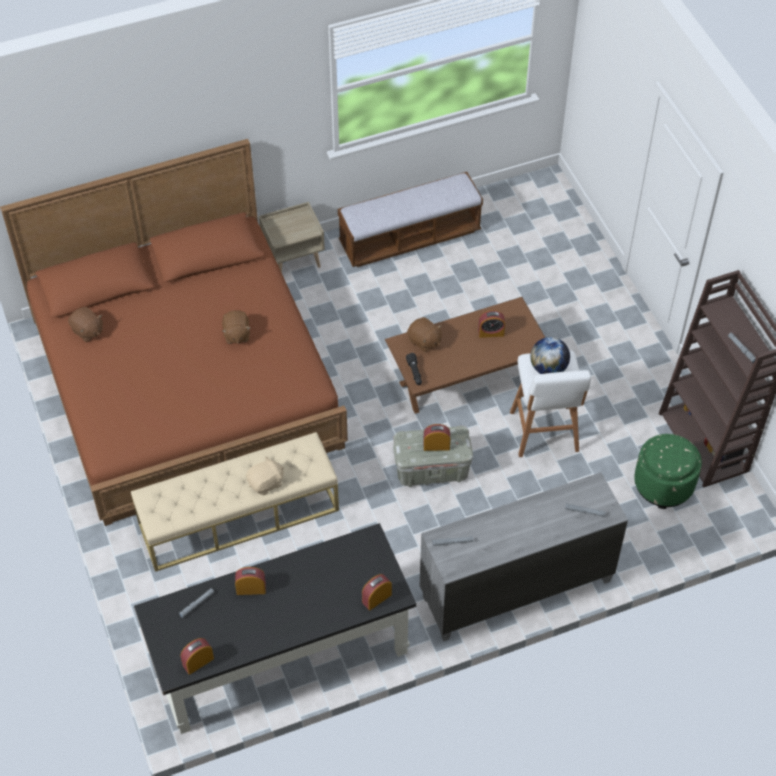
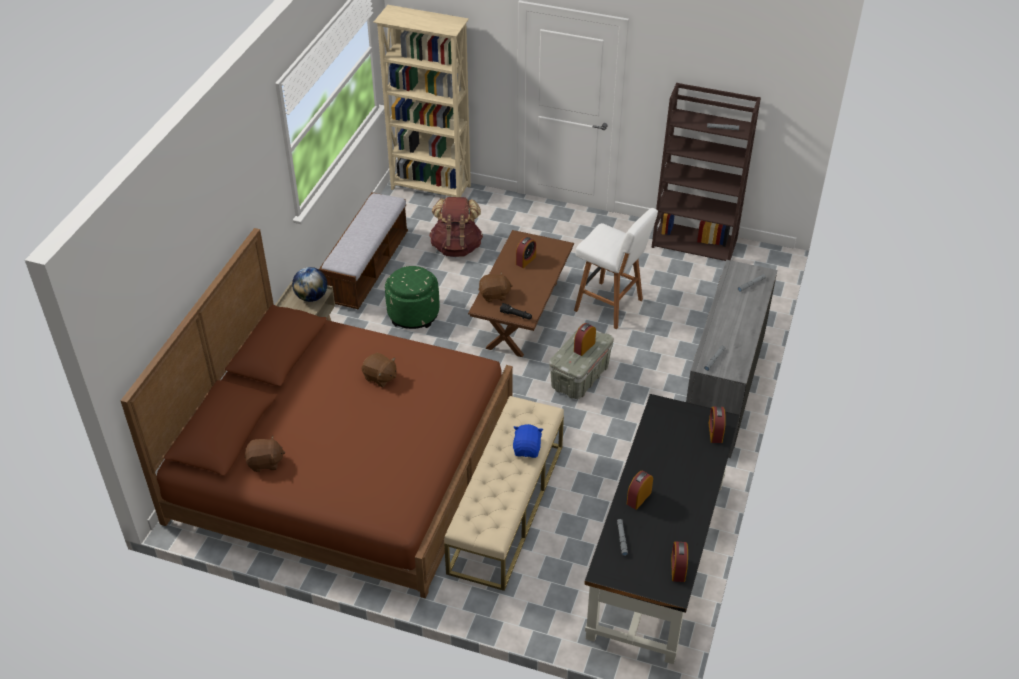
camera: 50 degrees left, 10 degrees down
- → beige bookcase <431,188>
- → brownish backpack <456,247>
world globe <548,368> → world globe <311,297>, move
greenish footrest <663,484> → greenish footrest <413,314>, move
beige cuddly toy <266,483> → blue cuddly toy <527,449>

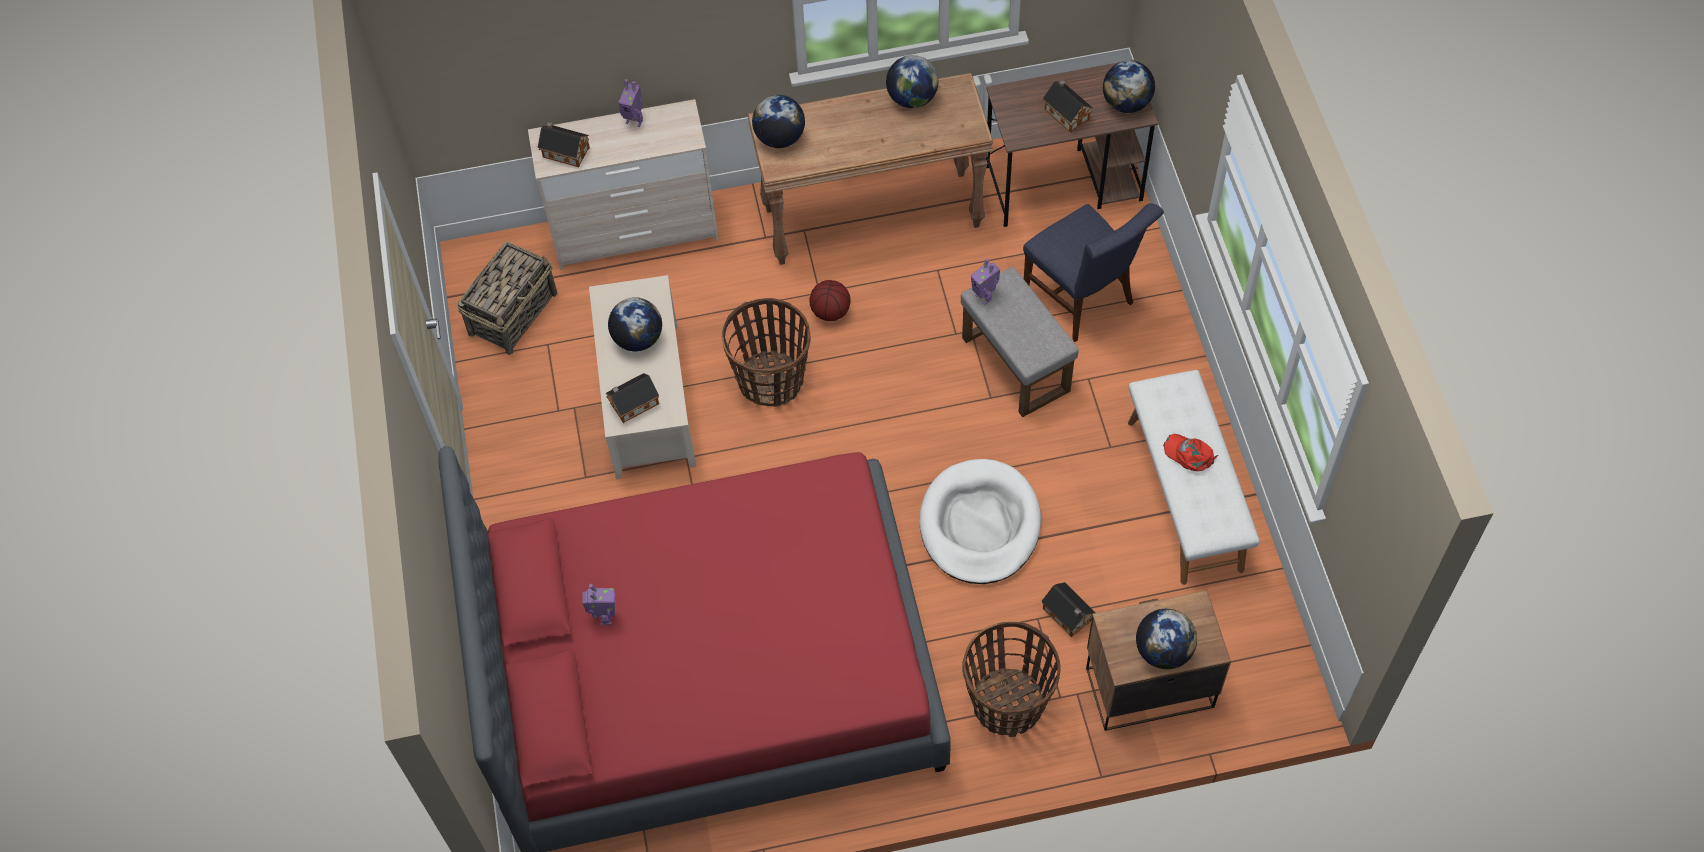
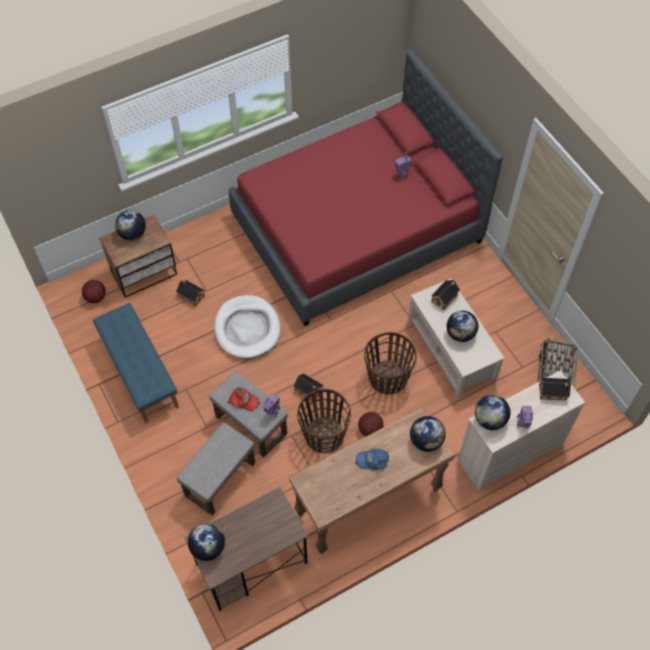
camera: 160 degrees right, 0 degrees up
- → ball for basketball <95,297>
- → blue peaked cap <372,460>
world globe <912,98> → world globe <490,420>, move
storage basket <1008,704> → storage basket <324,435>, move
model house <1065,113> → model house <309,391>, move
reddish peaked cap <1189,454> → reddish peaked cap <243,400>, move
blue plain chair <1083,301> → greyish footrest <220,478>
whitish long seat <1185,494> → blue long seat <139,373>

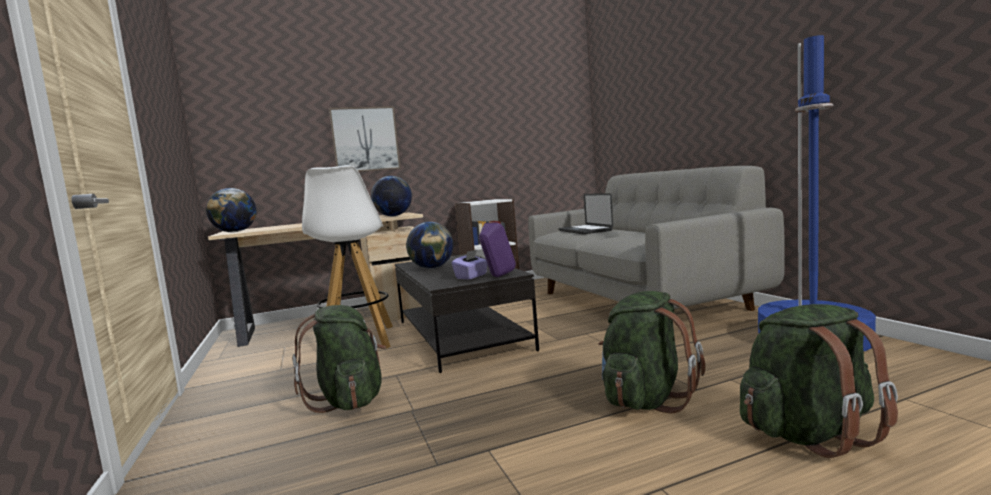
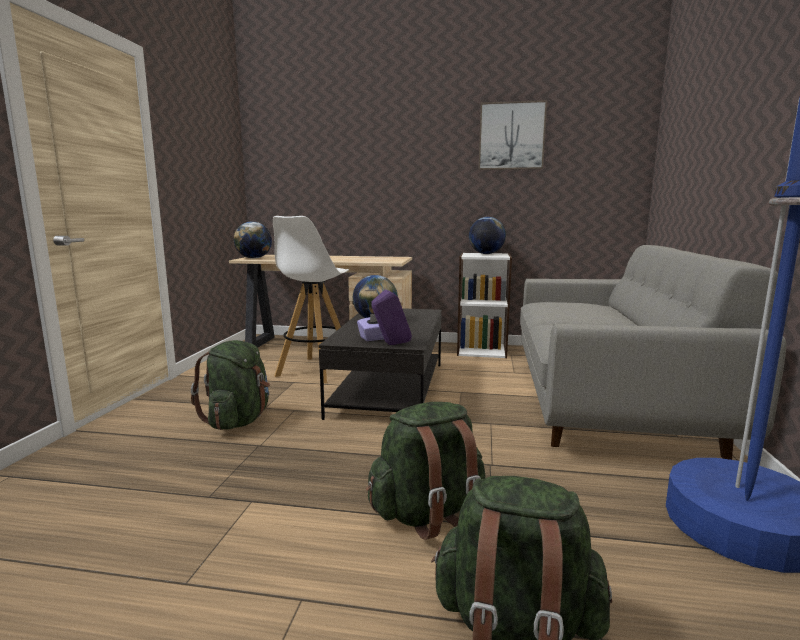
camera: 30 degrees right, 5 degrees up
laptop <584,230> → -
wall picture <365,139> → wall picture <511,136>, move
world globe <393,216> → world globe <486,254>, move

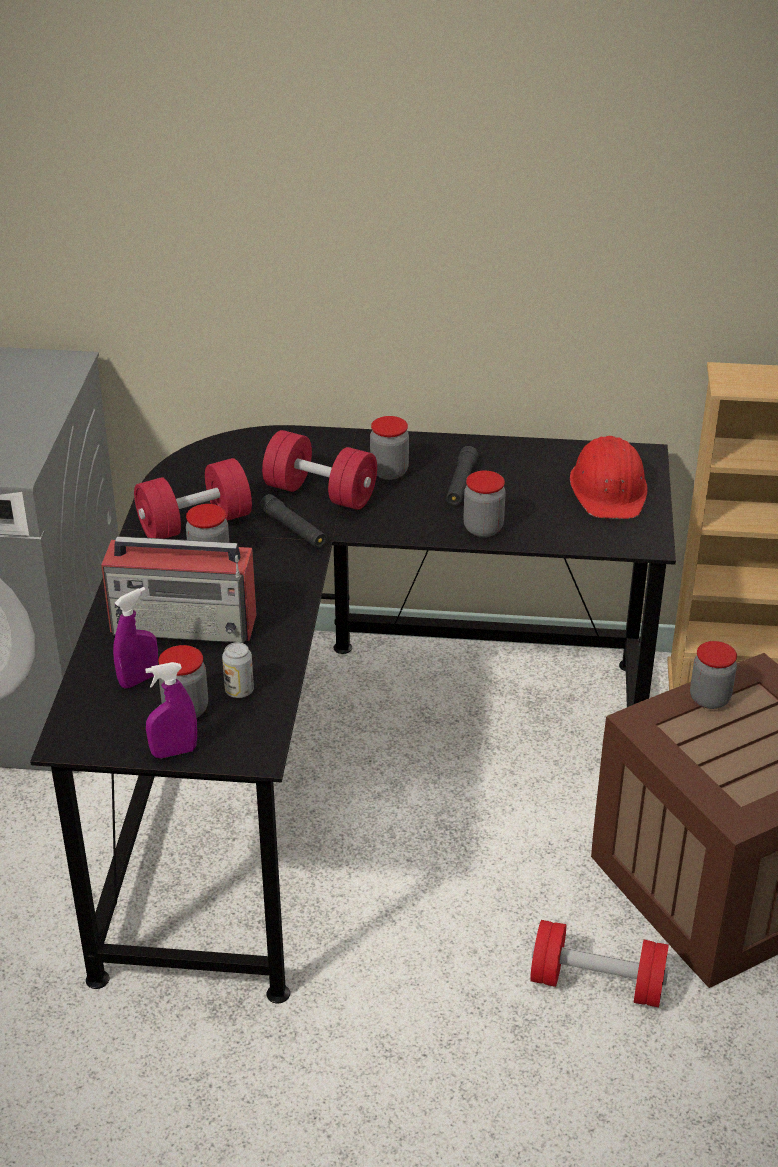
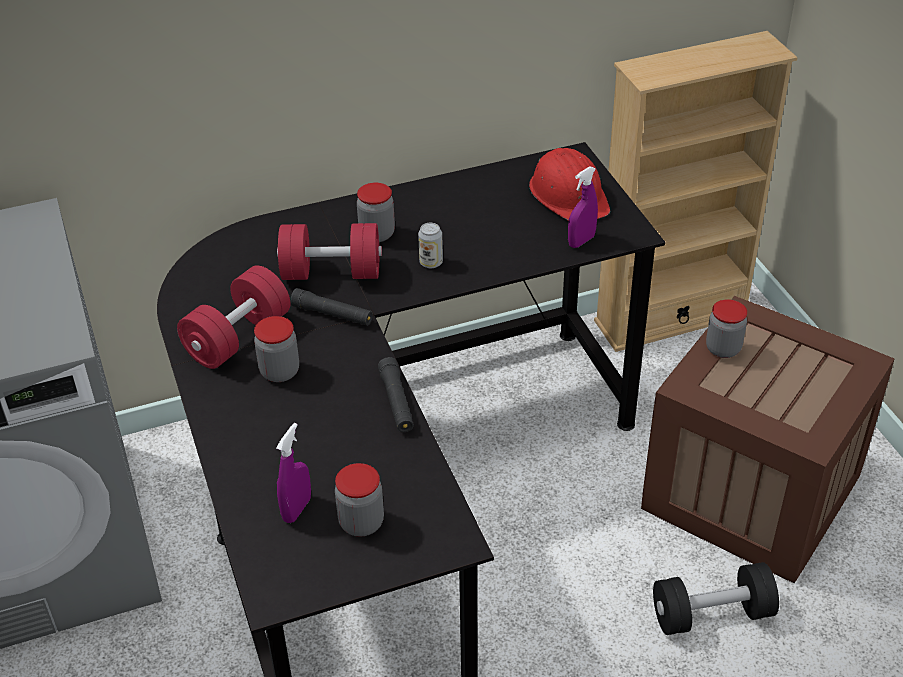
camera: 25 degrees left, 5 degrees up
radio receiver <185,624> → -
jar <483,528> → -
purple-coloured sprayer <174,752> → purple-coloured sprayer <581,241>, move
metal can <239,691> → metal can <431,263>, move
blackish flashlight <461,484> → blackish flashlight <396,402>, move
reddish hand weight <597,983> → blackish hand weight <712,614>

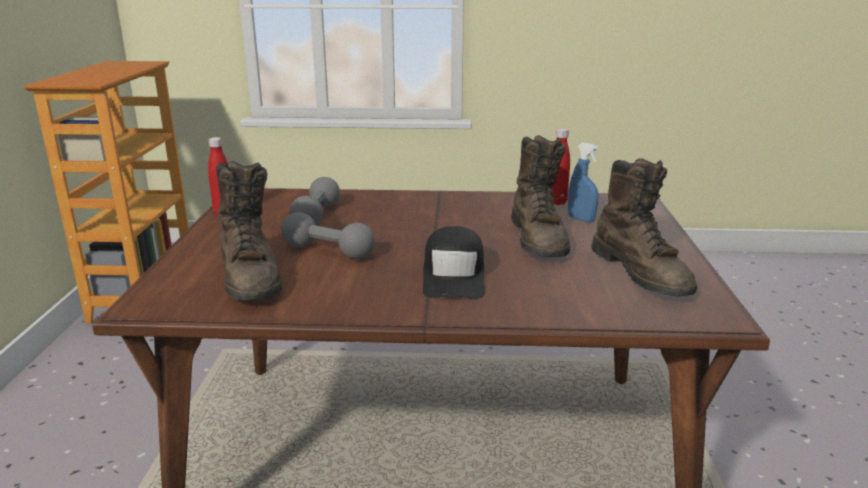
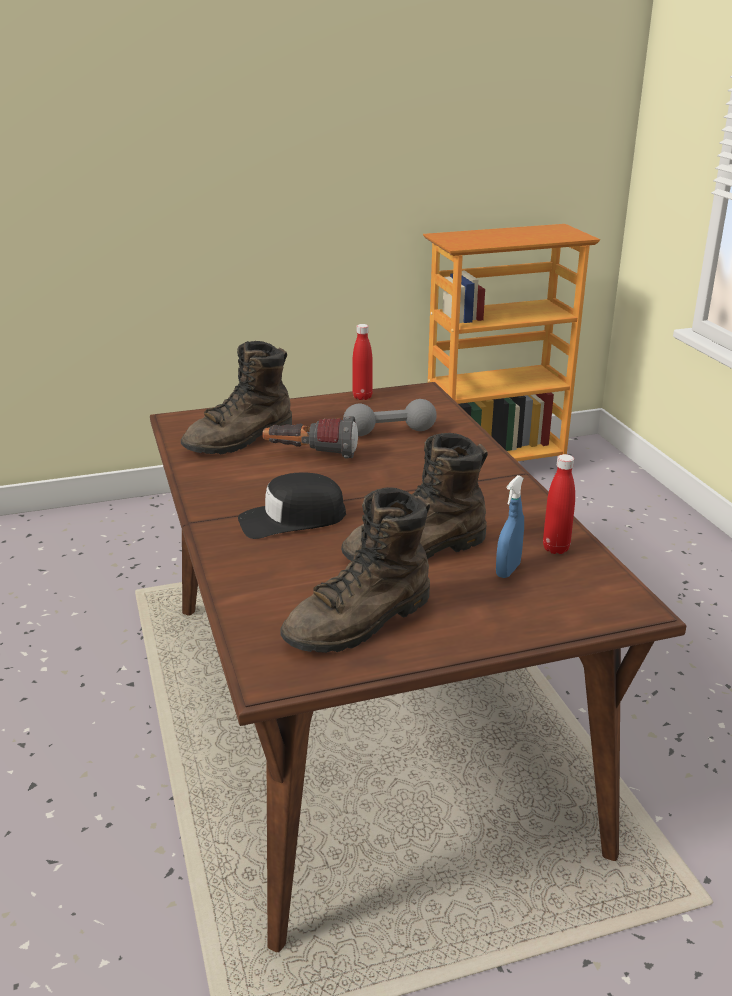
camera: 70 degrees right, 5 degrees up
greyish hand weight <328,251> → flashlight <310,455>

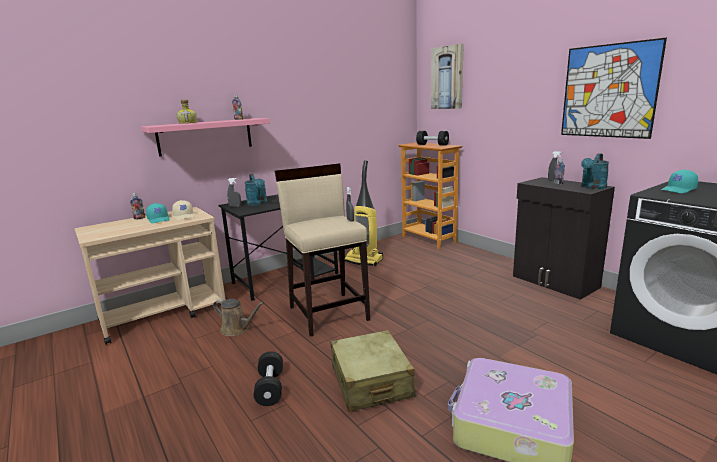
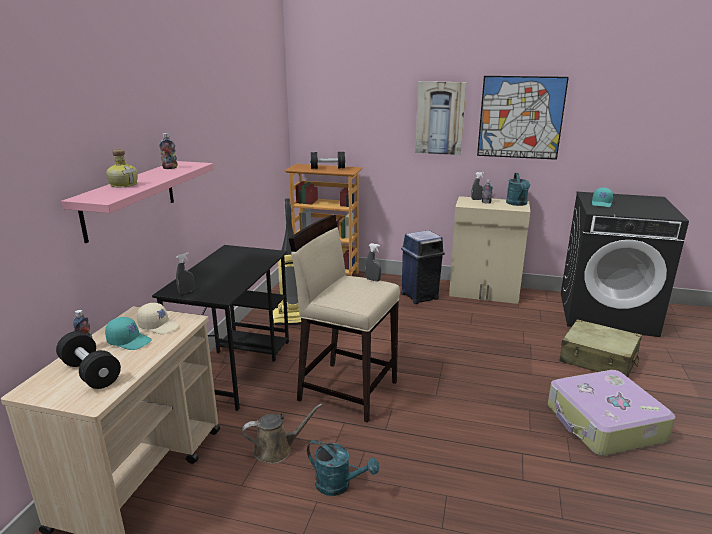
camera: 40 degrees left, 5 degrees up
- → blue waste bin <420,296>
turquoise-coloured watering pot <258,204> → turquoise-coloured watering pot <339,485>, move
blackish hand weight <270,388> → blackish hand weight <91,373>, move
beige piece of luggage <371,382> → beige piece of luggage <598,360>, move
wall picture <447,78> → wall picture <440,118>, move
blackish cabinet <554,282> → beige cabinet <484,293>

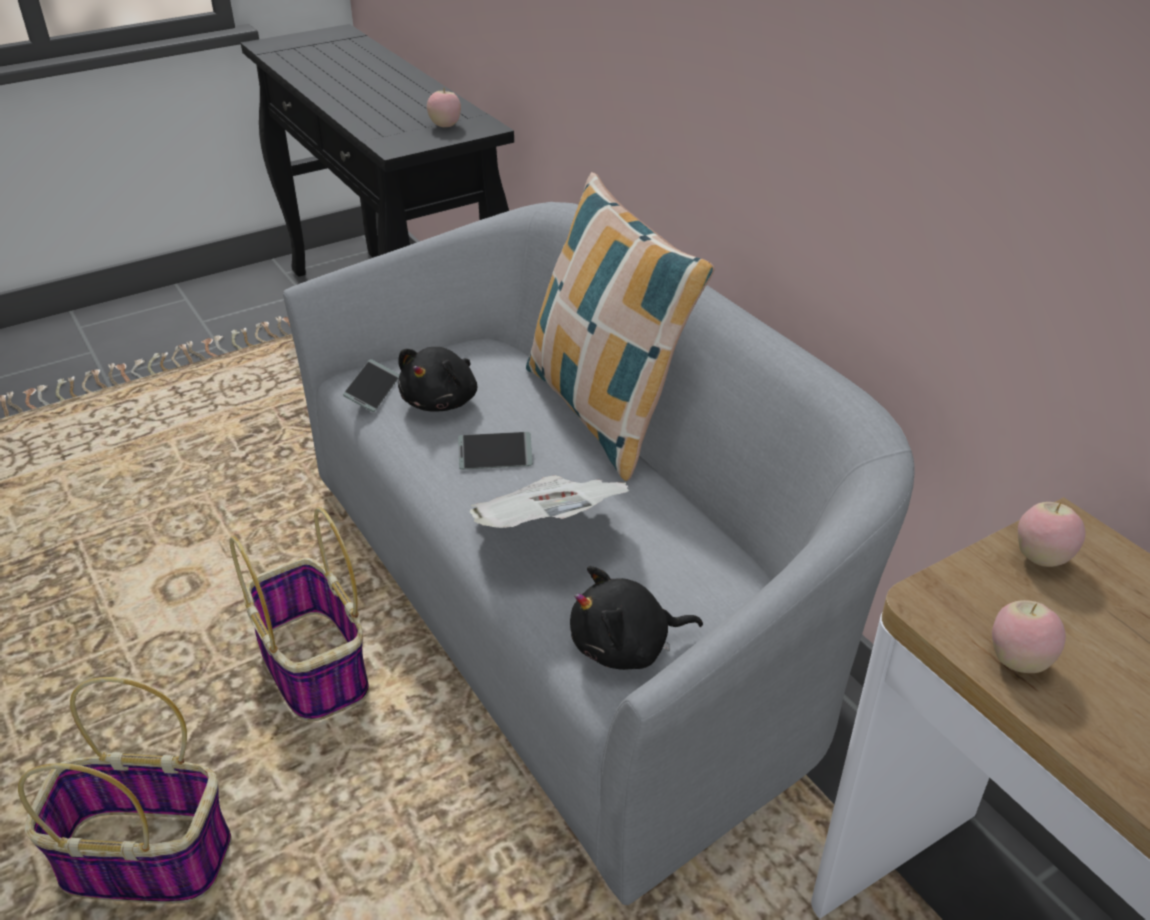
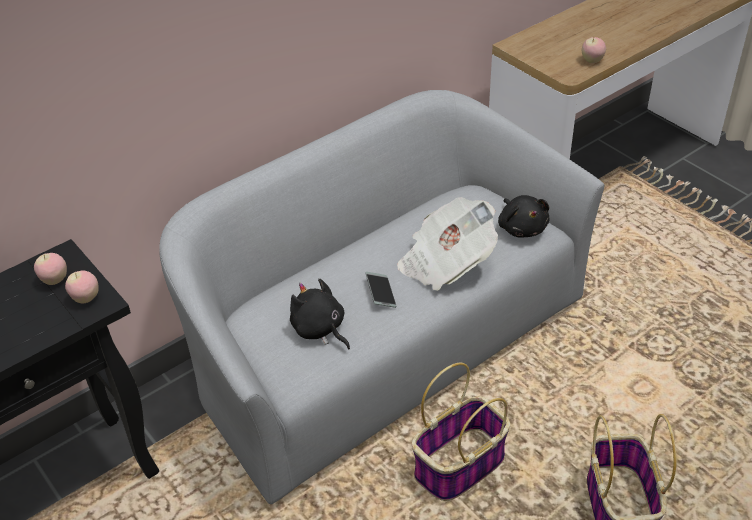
camera: 95 degrees left, 5 degrees up
phone <373,391> → -
throw pillow <604,413> → -
apple fruit <1041,559> → apple fruit <86,298>, move
blackish cuddly toy <442,401> → blackish cuddly toy <320,329>, 150 degrees counterclockwise

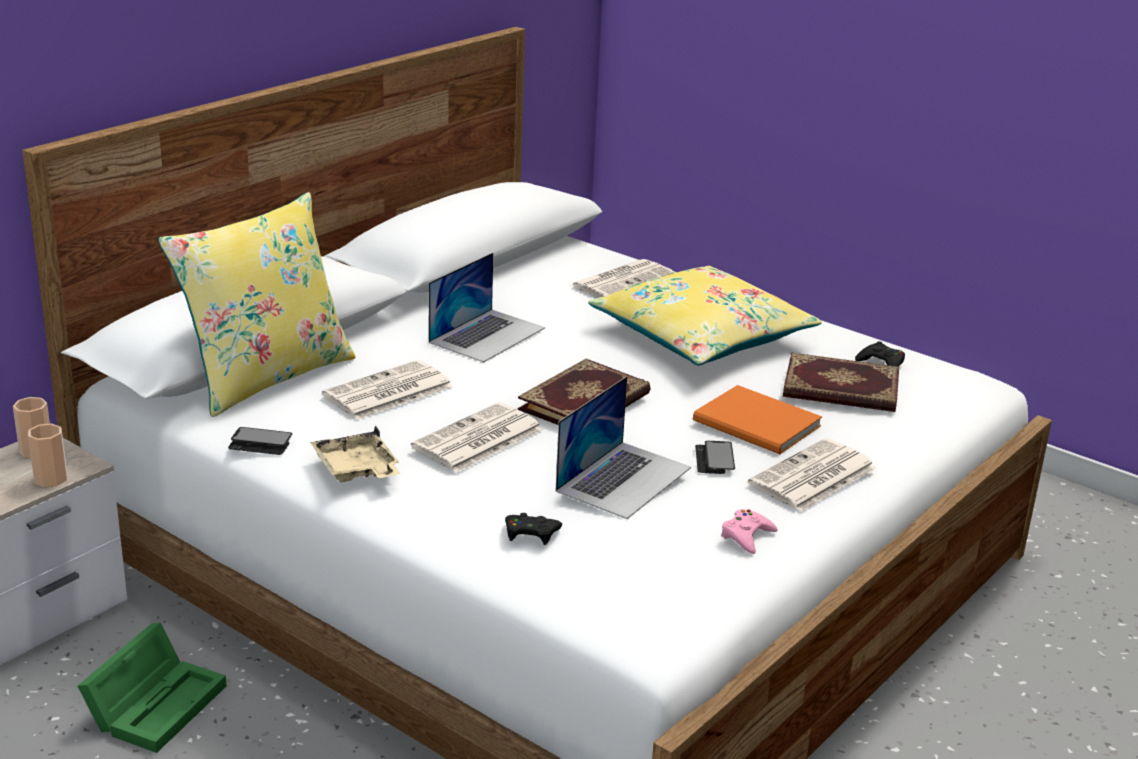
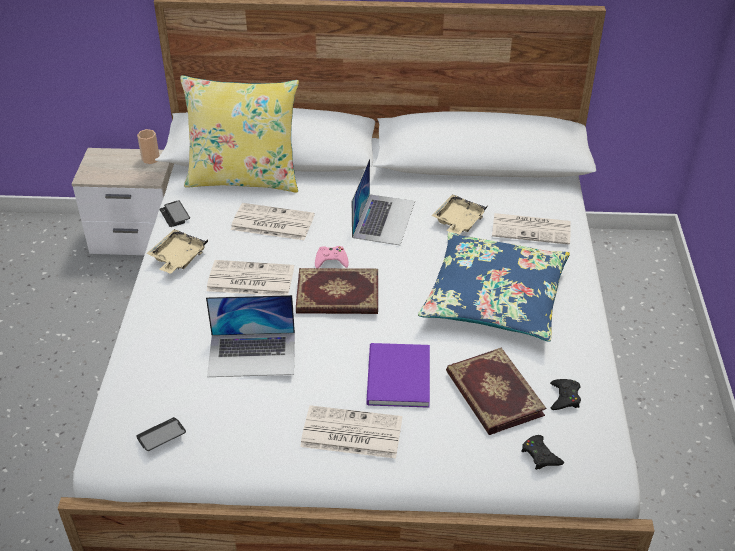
camera: 55 degrees right, 15 degrees up
drinking cup <51,479> → -
greenish storage box <157,703> → -
- → beige carrying tray <458,221>
blackish joypad <531,533> → blackish joypad <540,455>, move
phone <714,459> → phone <161,435>, move
pink-coloured joypad <747,536> → pink-coloured joypad <331,260>, move
yellowish throw pillow <701,336> → blue throw pillow <494,298>
orange bound book <758,425> → purple-coloured bound book <396,378>
laptop <487,335> → laptop <383,219>, 75 degrees counterclockwise

